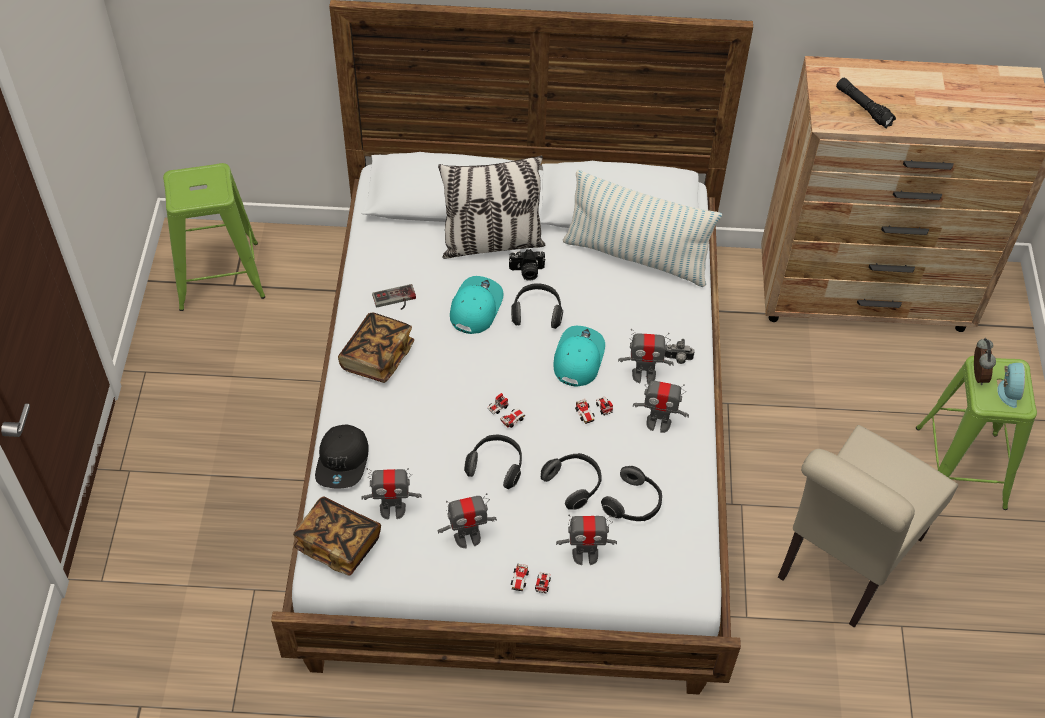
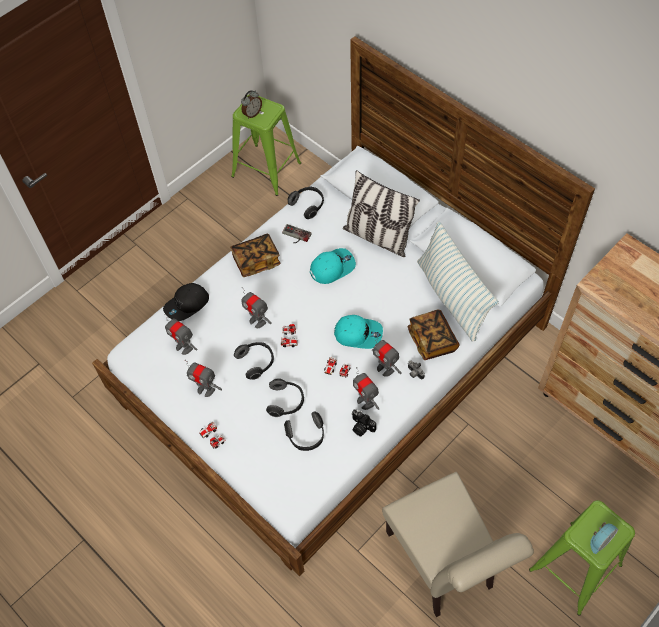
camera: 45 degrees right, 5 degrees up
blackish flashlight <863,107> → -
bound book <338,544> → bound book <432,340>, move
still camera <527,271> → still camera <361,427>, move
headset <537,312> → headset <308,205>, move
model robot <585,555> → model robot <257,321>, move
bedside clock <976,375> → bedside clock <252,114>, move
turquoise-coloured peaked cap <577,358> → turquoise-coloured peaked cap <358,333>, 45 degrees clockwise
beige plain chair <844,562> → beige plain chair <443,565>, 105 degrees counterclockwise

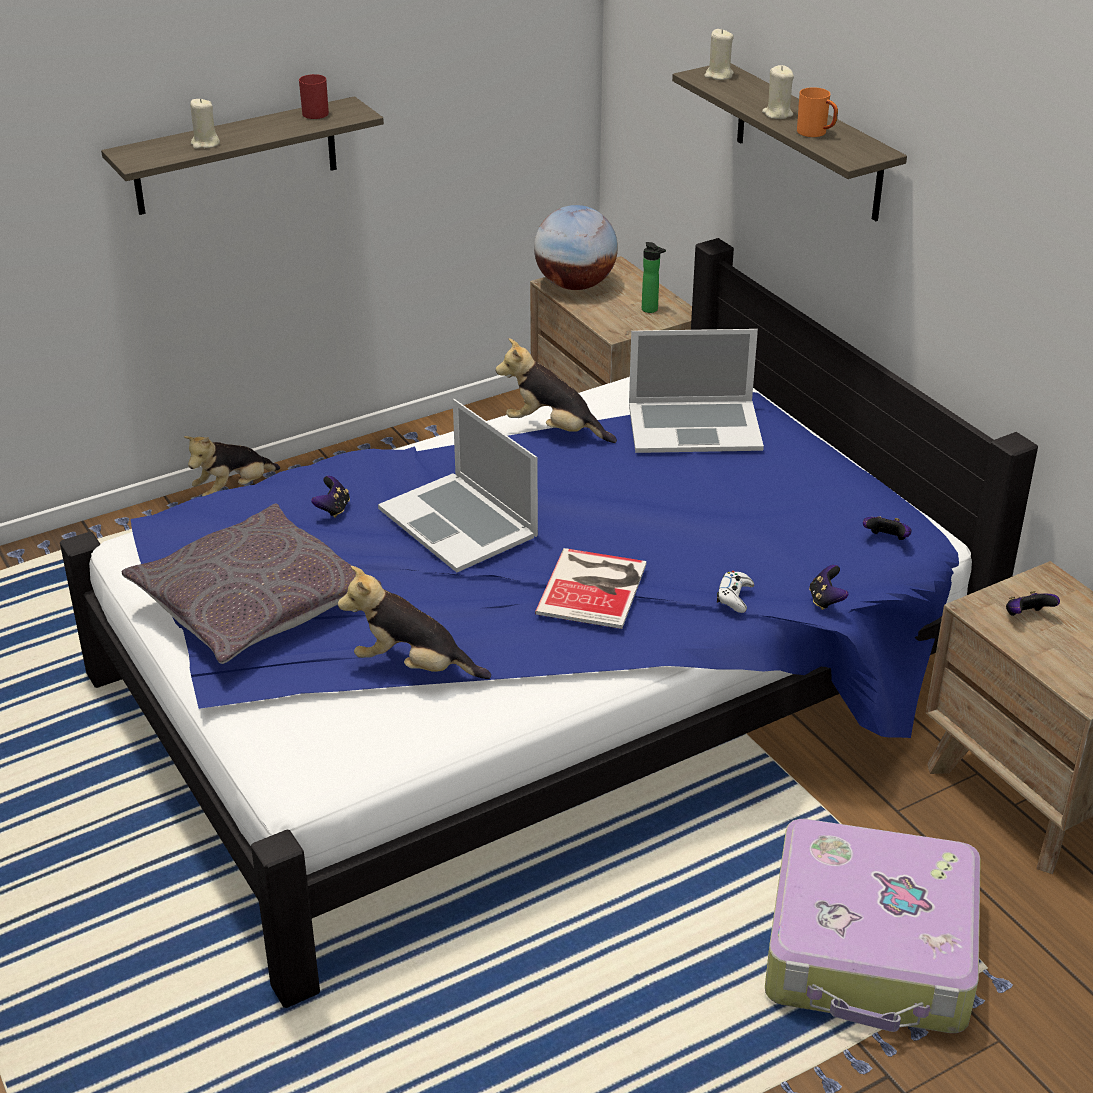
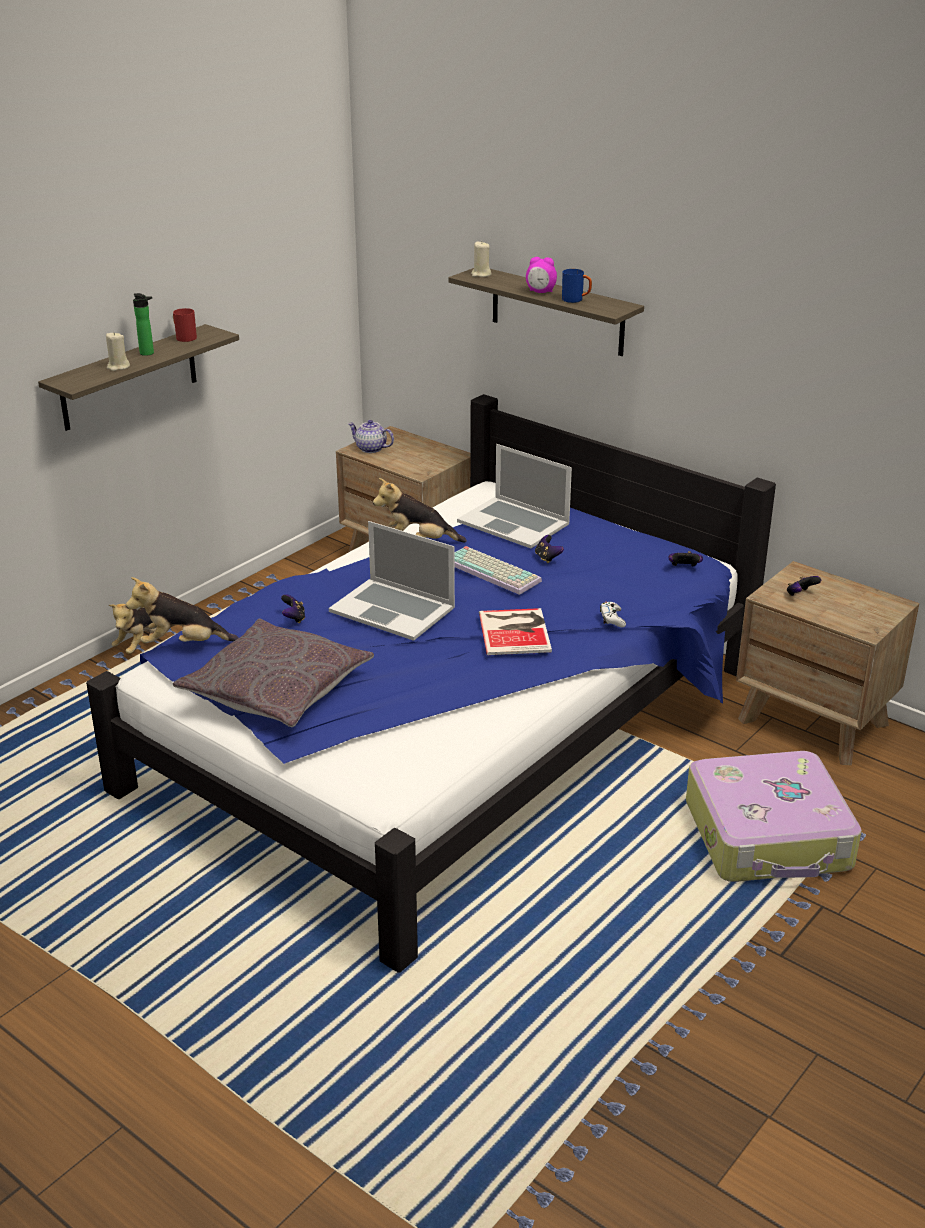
camera: 20 degrees left, 5 degrees down
- → PC keyboard <494,571>
cuddly toy <413,666> → cuddly toy <183,644>, move
bottle <651,310> → bottle <148,353>, move
joypad <826,600> → joypad <547,558>, move
world globe <575,285> → tea pot <370,449>
beige candle <777,114> → bedside clock <540,292>
orange mug <816,133> → blue mug <576,300>
laptop <694,426> → laptop <514,522>, 60 degrees clockwise

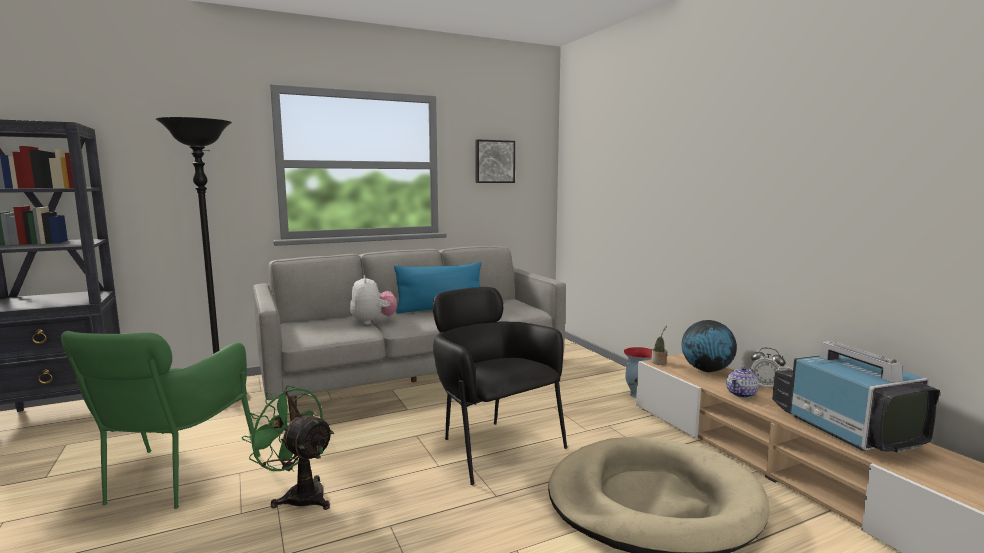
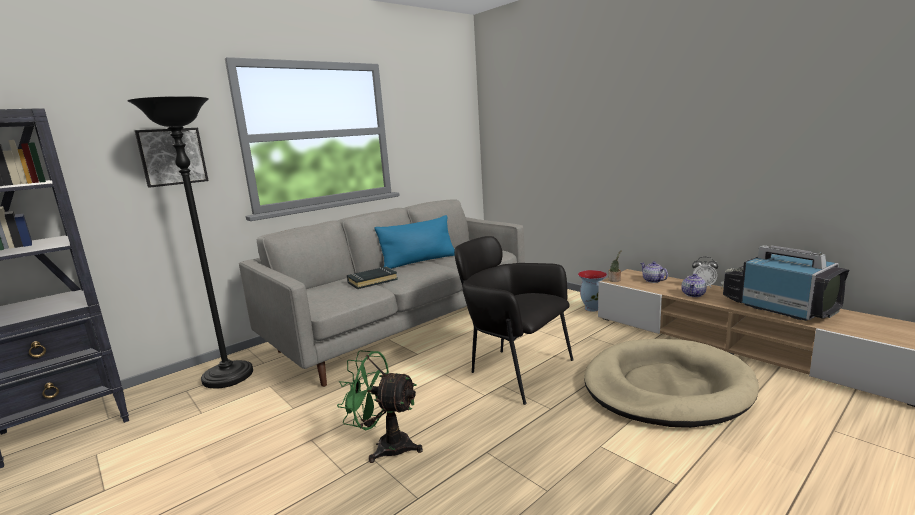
camera: 15 degrees left, 5 degrees up
greenish armchair <170,481> → -
wall picture <494,161> → wall picture <172,156>, move
cuddly toy <373,322> → blackish bound book <372,281>
world globe <706,370> → tea pot <653,280>

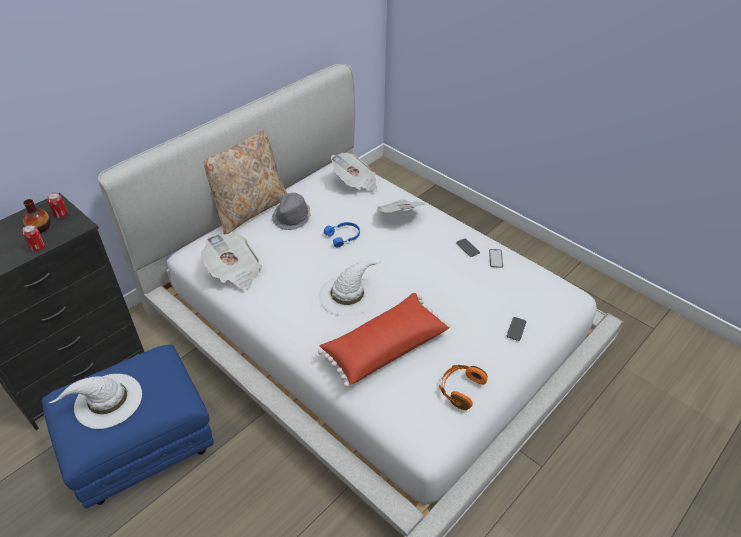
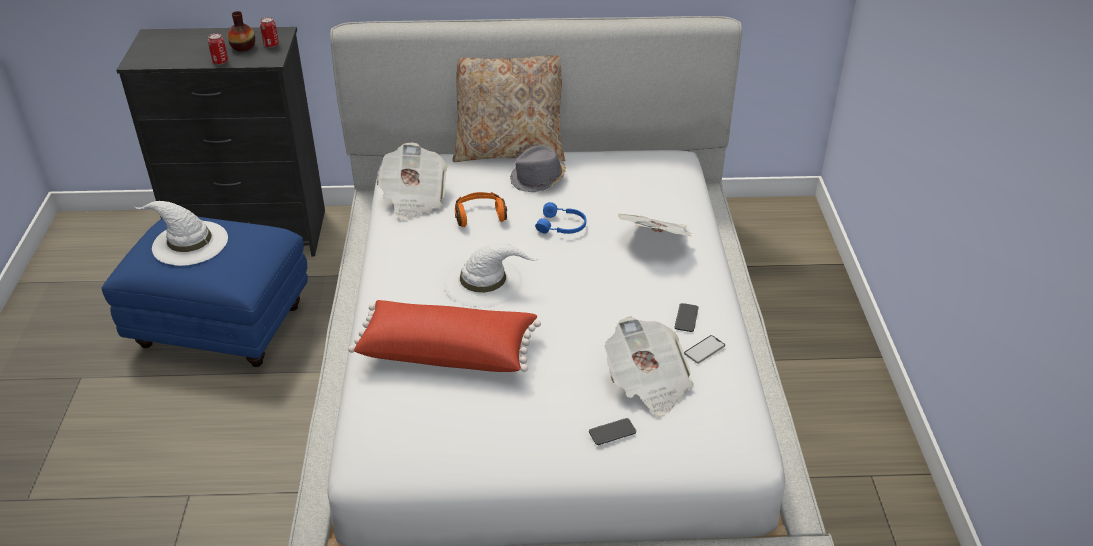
camera: 45 degrees right, 5 degrees down
printed paper <355,183> → printed paper <647,383>, move
orange headset <460,389> → orange headset <479,215>, move

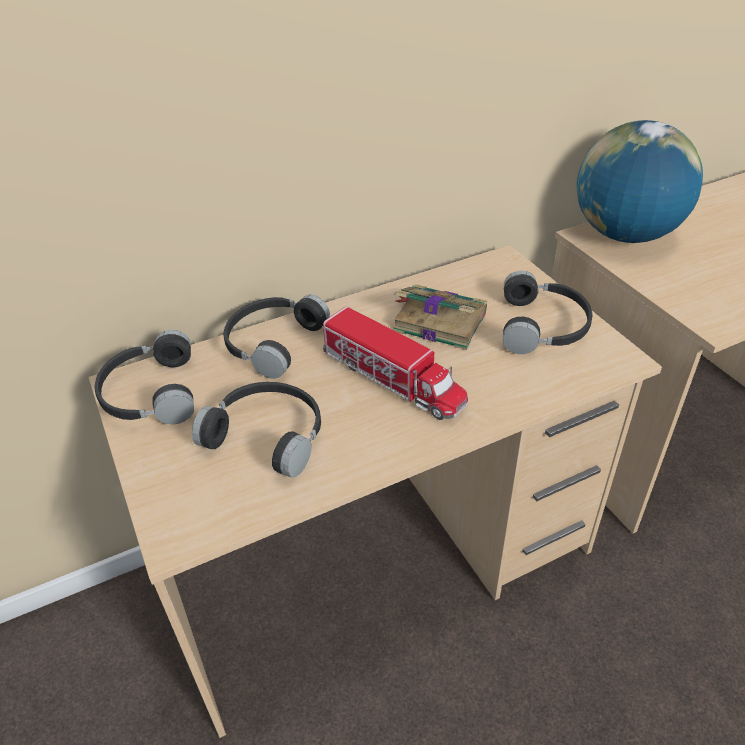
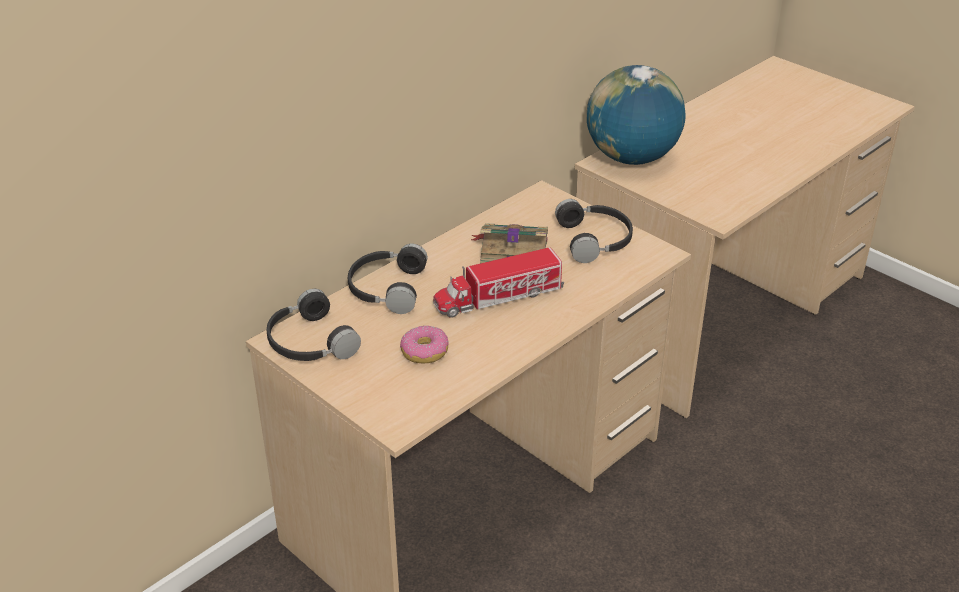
camera: 20 degrees left, 5 degrees down
blackish headset <269,434> → doughnut <424,351>
toy truck <393,379> → toy truck <498,297>, 135 degrees clockwise

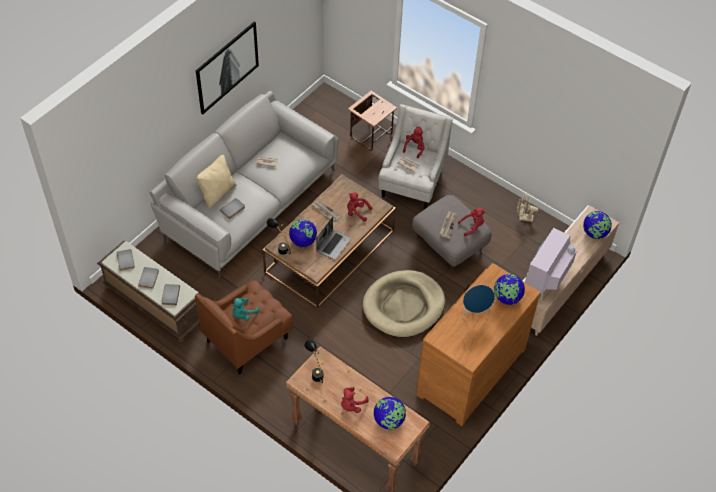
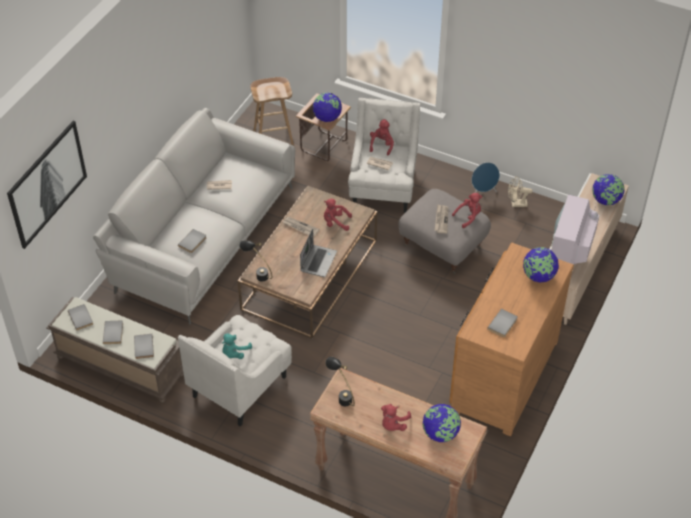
camera: 10 degrees left, 5 degrees down
beige throw pillow <217,193> → -
beige pet bed <403,306> → -
- → brownish sitting stool <273,137>
- → greyish bound book <503,324>
wall picture <226,67> → wall picture <46,183>, move
world globe <303,241> → world globe <327,118>, move
blue audio speaker <475,312> → blue audio speaker <482,193>, move
brownish armchair <248,339> → whitish armchair <240,386>

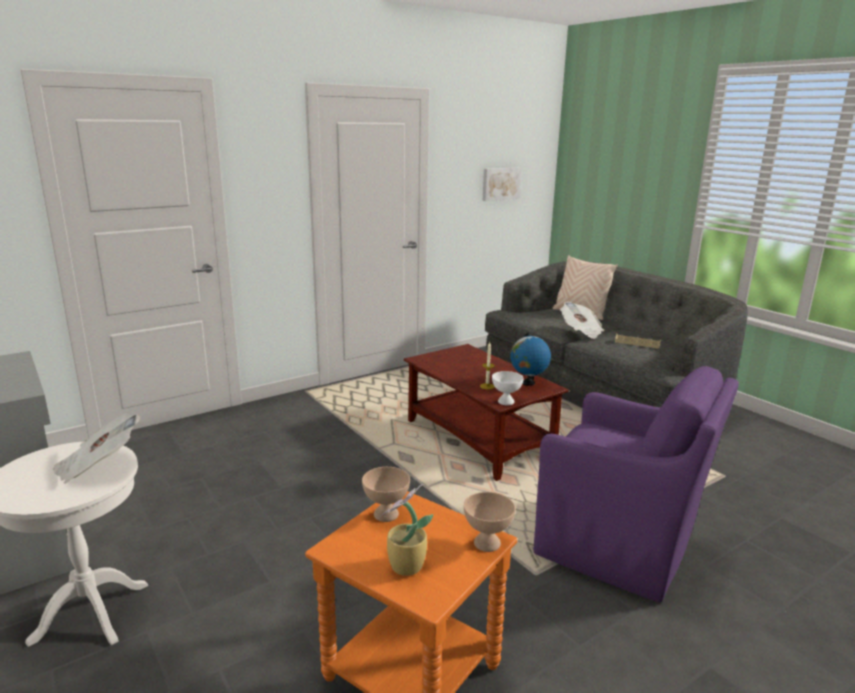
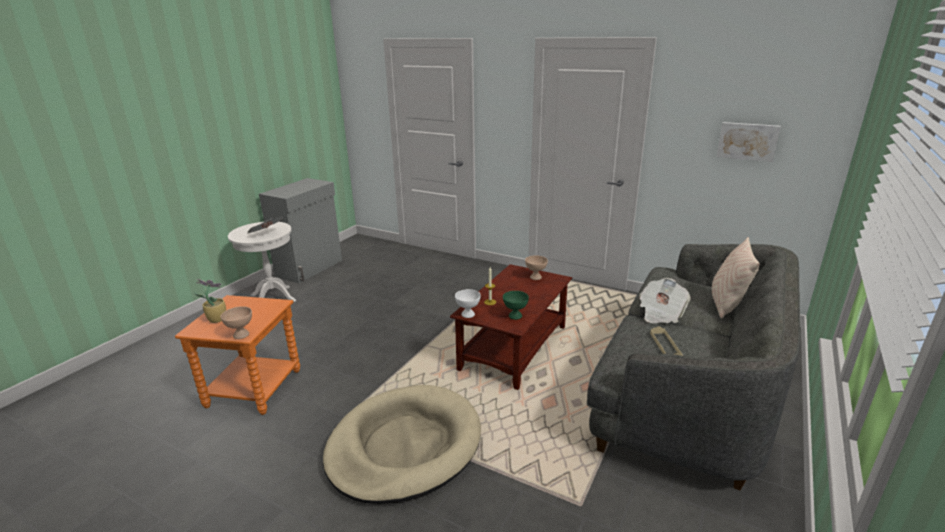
camera: 65 degrees right, 5 degrees up
beige deep dish <386,515> → beige deep dish <535,277>, move
world globe <528,383> → greenish deep dish <514,316>
purple-coloured armchair <619,548> → beige pet bed <404,446>

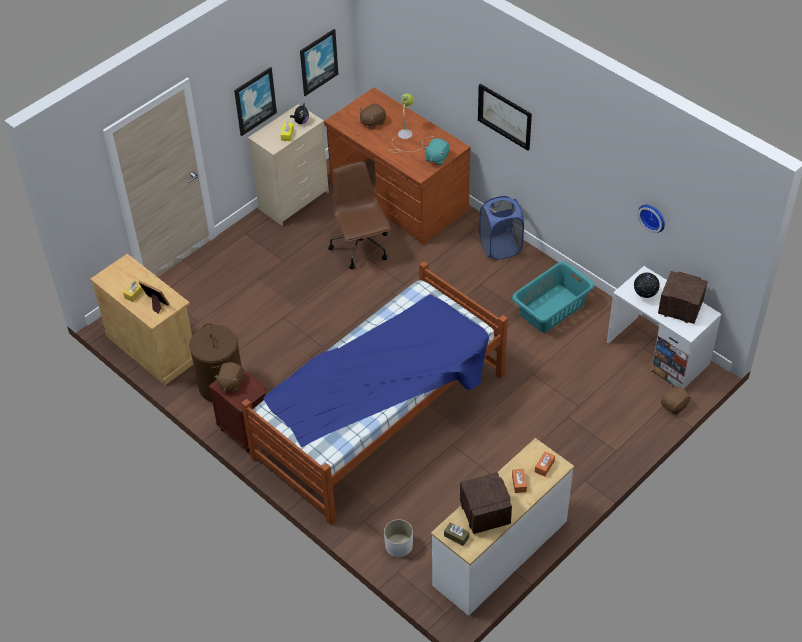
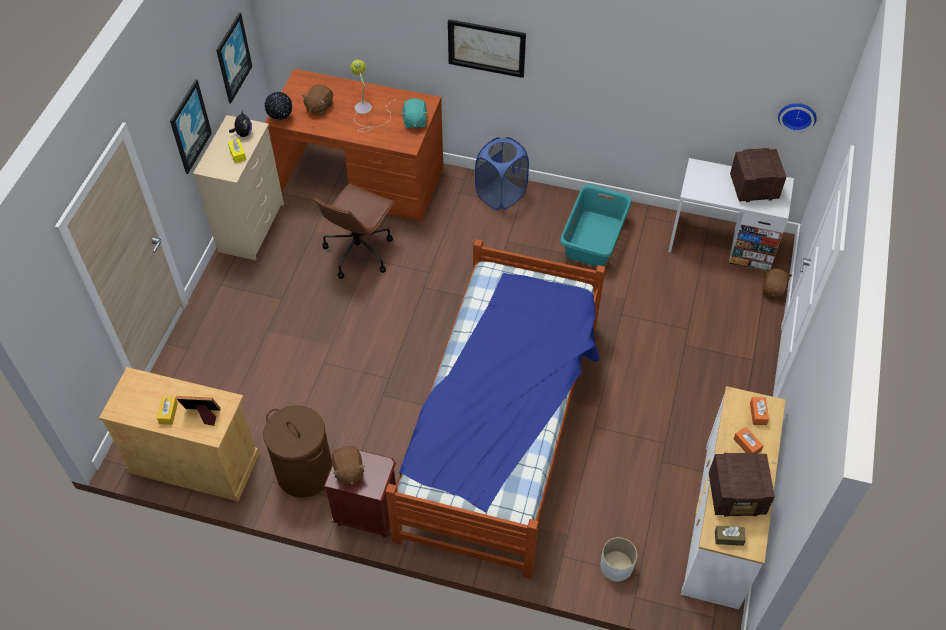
camera: 30 degrees left, 5 degrees up
world globe <645,296> → world globe <281,118>, move
wall clock <653,217> → wall clock <797,115>, move
brownish desk chair <361,248> → brownish desk chair <359,251>, 105 degrees counterclockwise
radio receiver <485,512> → radio receiver <737,495>, 135 degrees clockwise

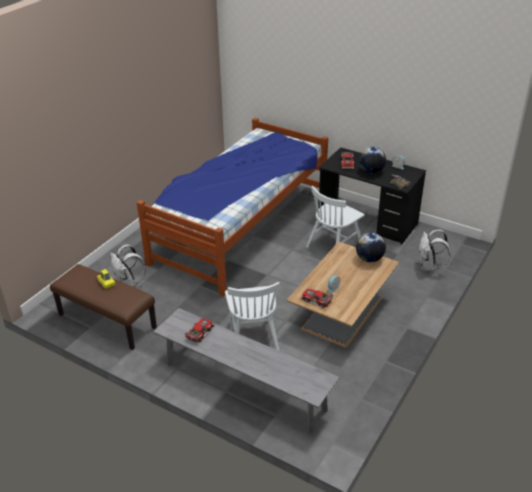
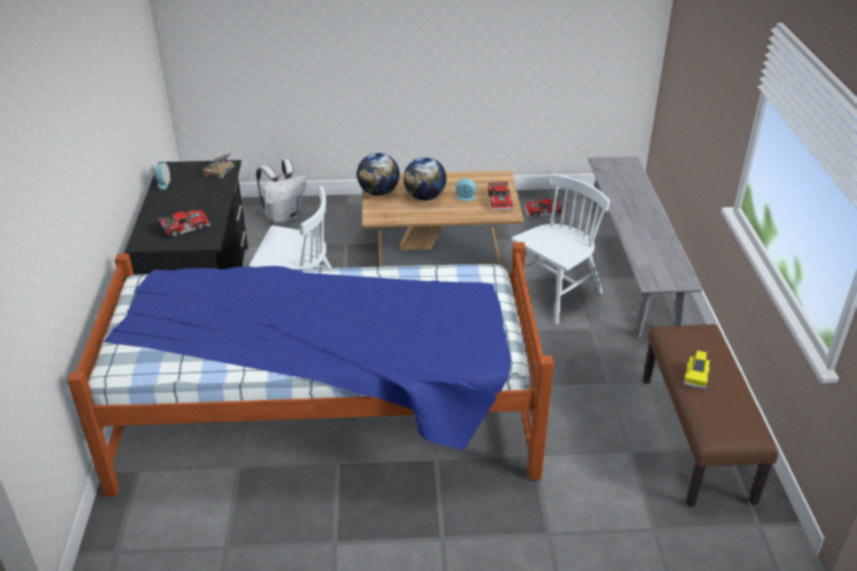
camera: 125 degrees left, 0 degrees up
whitish backpack <128,284> → -
miniature car <199,332> → miniature car <543,212>, move
world globe <371,171> → world globe <425,197>, move

